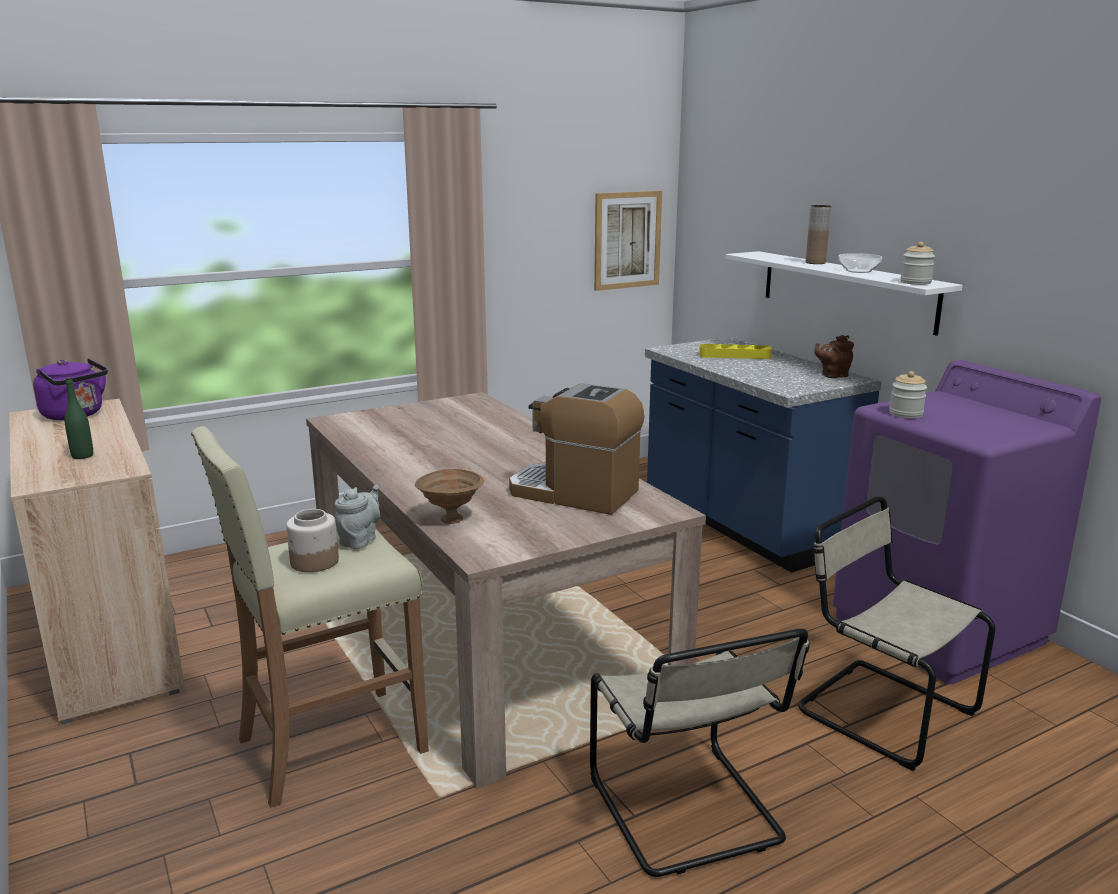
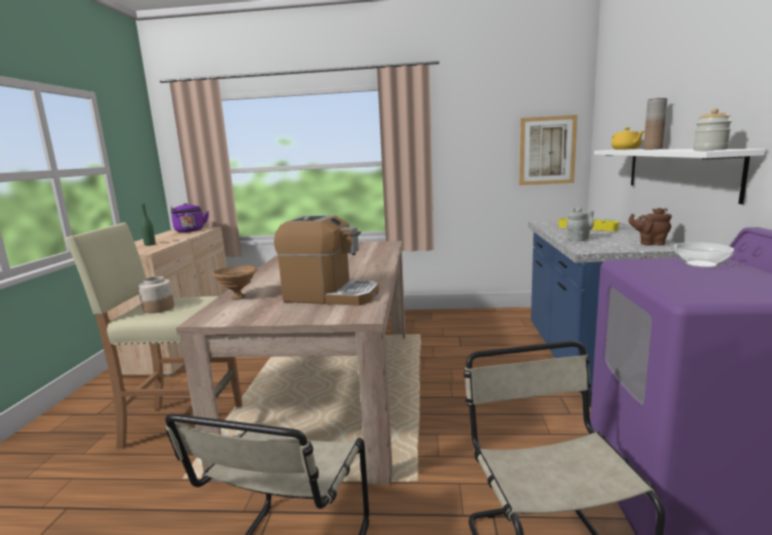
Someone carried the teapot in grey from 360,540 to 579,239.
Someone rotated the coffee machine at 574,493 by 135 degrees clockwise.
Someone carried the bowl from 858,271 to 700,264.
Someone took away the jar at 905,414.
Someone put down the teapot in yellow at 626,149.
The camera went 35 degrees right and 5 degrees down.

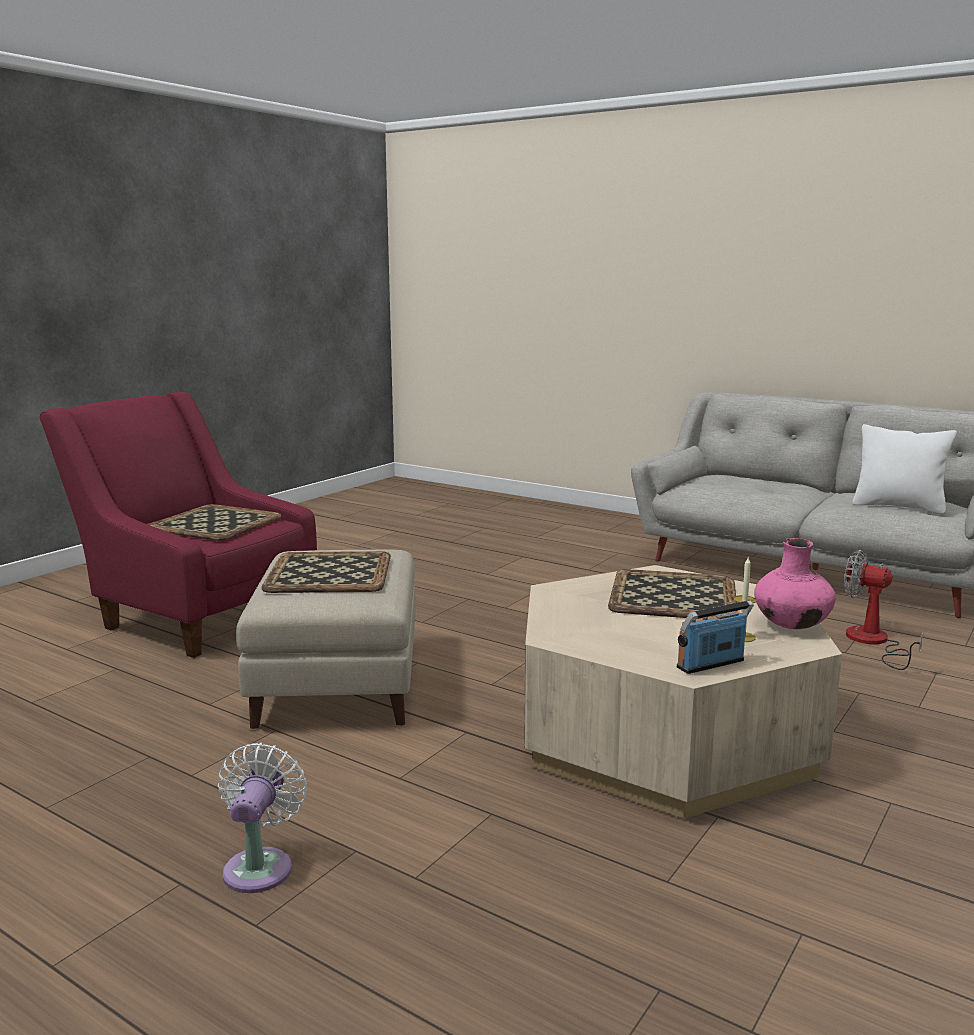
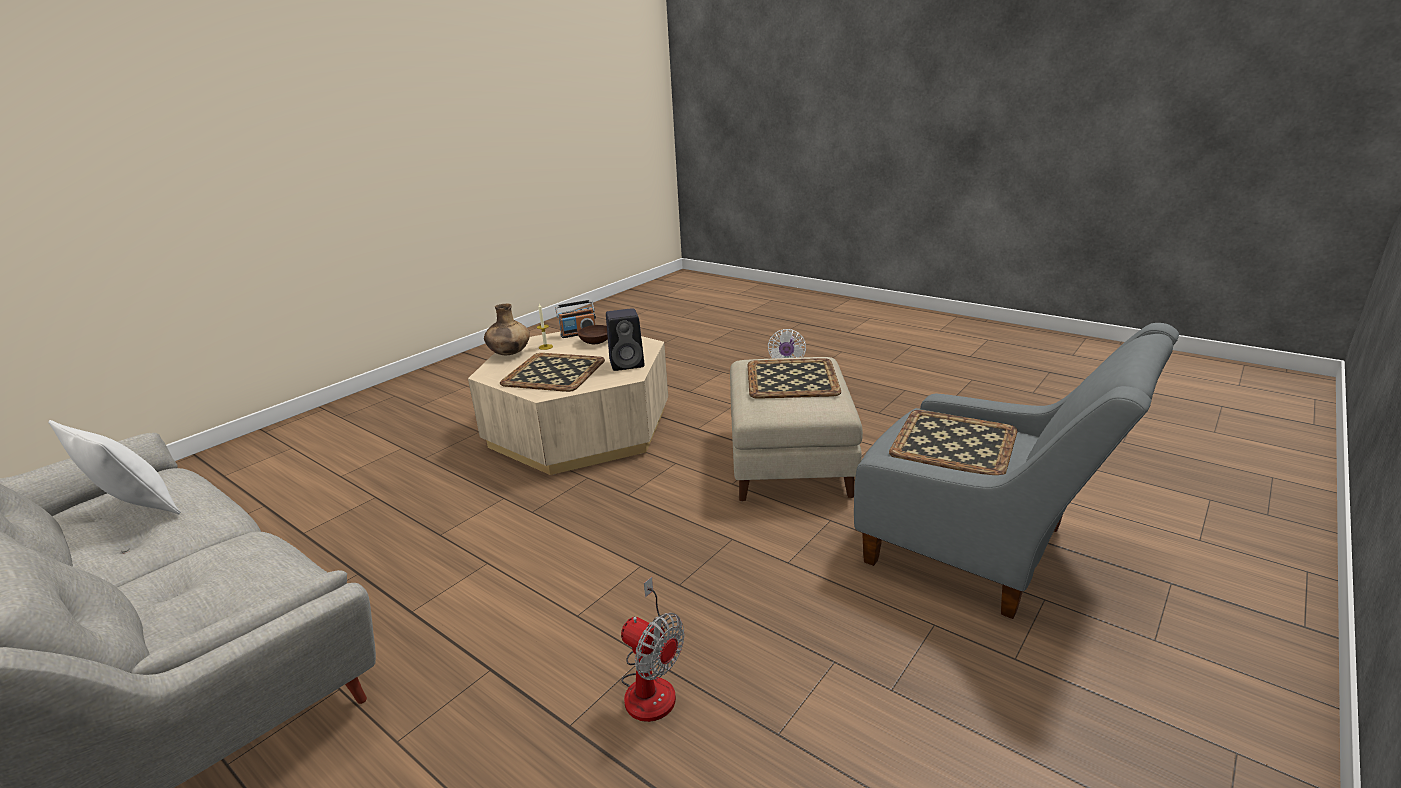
Someone repainted the armchair in red at 197,614, which became the armchair in grey at 984,552.
Someone repainted the vase in pink at 792,626, which became the vase in brown at 509,353.
Someone carried the fan from 873,642 to 651,684.
Someone put down the bowl in brown at 595,342.
Someone put down the speaker in black at 628,363.
The camera went 175 degrees left and 10 degrees up.

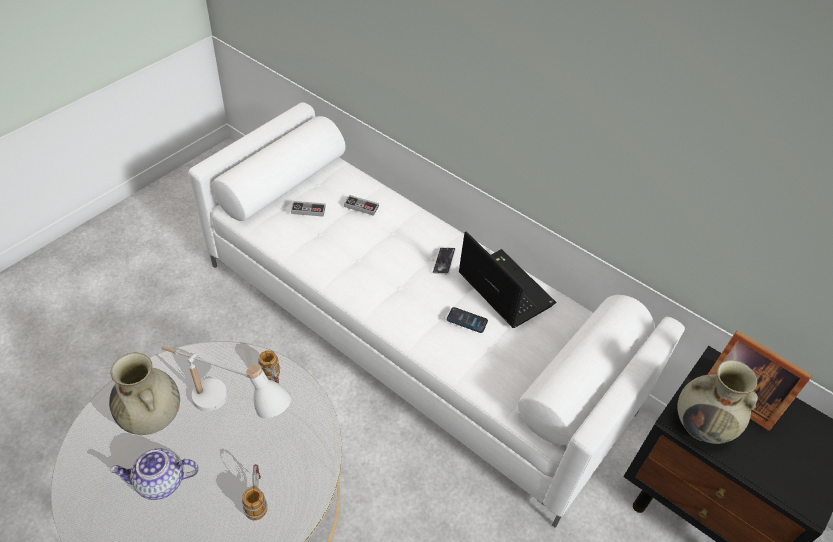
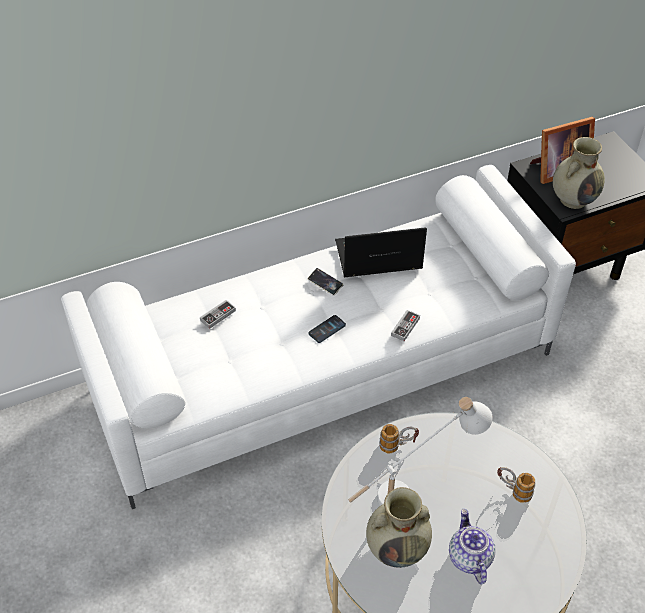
Someone rotated the teapot at 160,482 by 150 degrees clockwise.
Someone carried the game controller from 308,210 to 405,327.
Someone carried the phone from 467,320 to 327,329.
The camera went 60 degrees left and 0 degrees up.

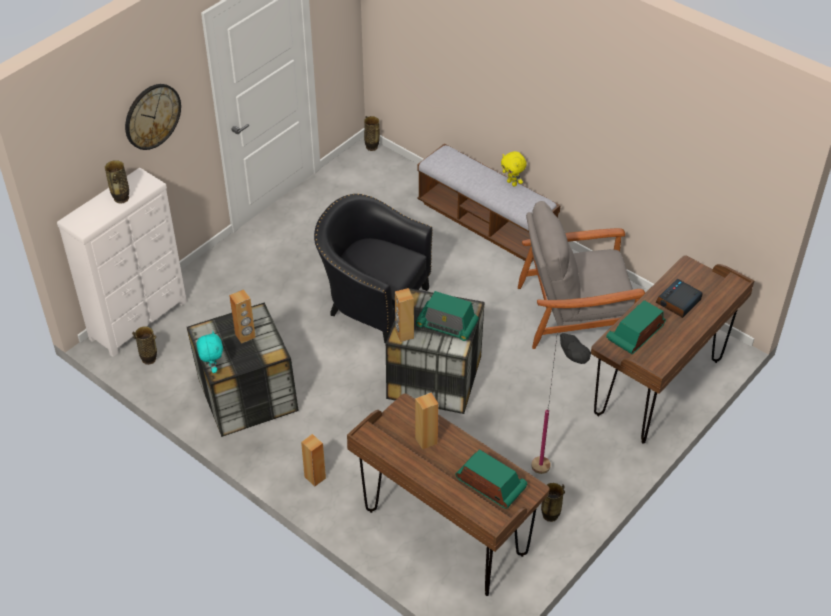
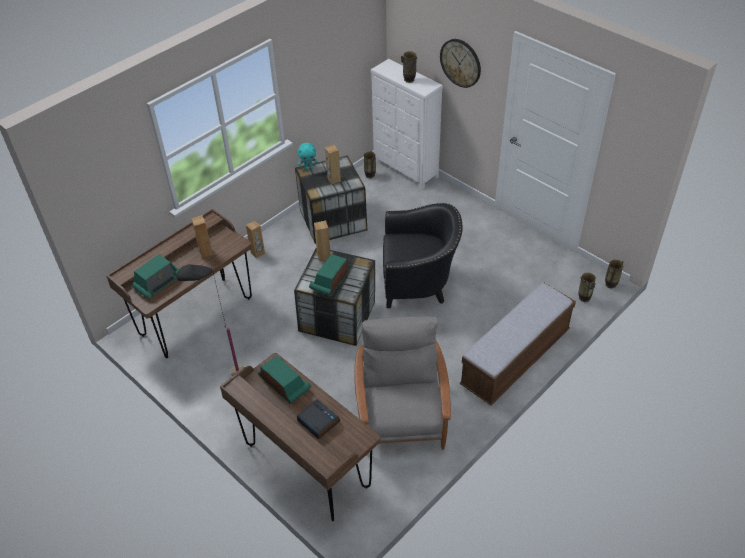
Someone rotated the armchair in black at 372,302 by 60 degrees clockwise.
Someone took away the plush toy in yellow at 512,183.
Someone carried the vase from 550,515 to 584,298.
The camera went 95 degrees right and 0 degrees up.

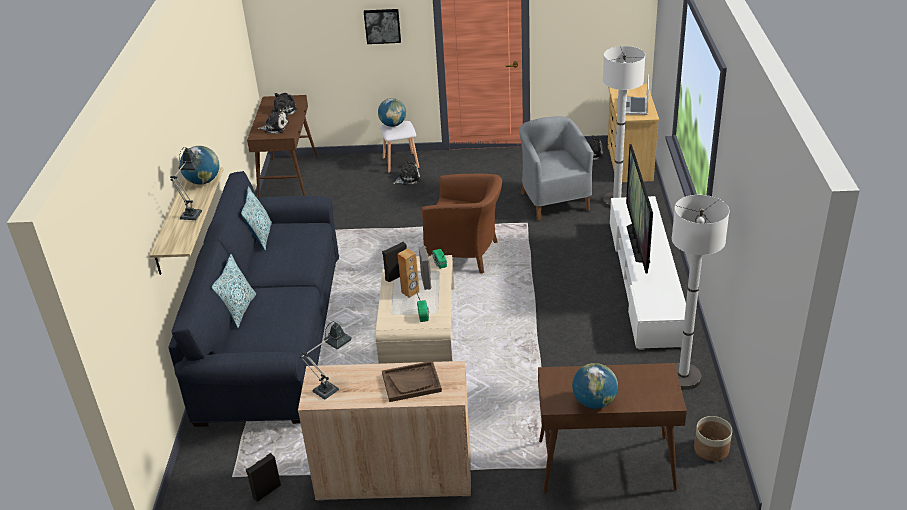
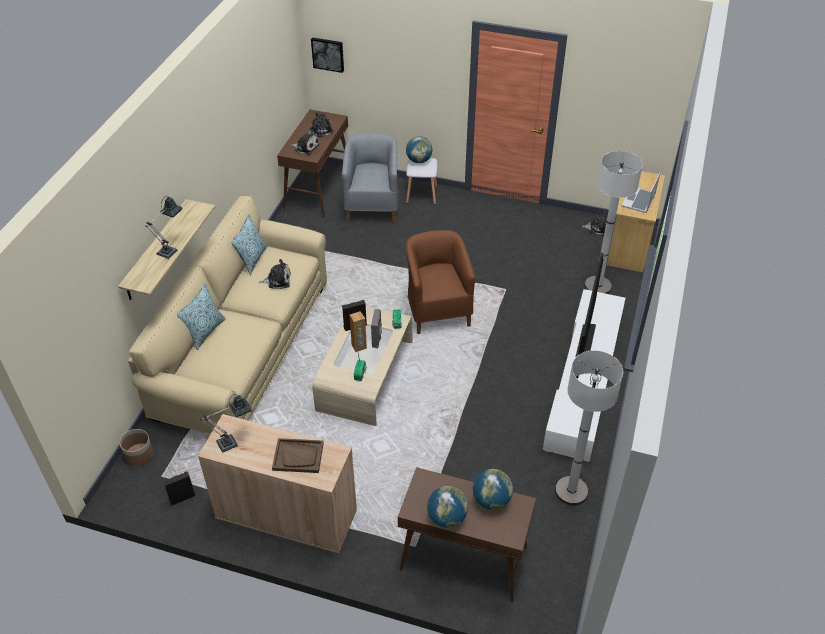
Someone repainted the sofa in blue at 273,335, which became the sofa in beige at 244,348.
Someone carried the globe from 203,181 to 491,500.
Someone carried the picture from 382,25 to 328,54.
Someone carried the plush toy from 408,179 to 277,280.
Someone rotated the armchair in brown at 466,254 by 135 degrees counterclockwise.
Someone carried the armchair in grey from 553,200 to 372,205.
Someone carried the planter from 711,449 to 139,454.
The camera went 15 degrees right and 10 degrees up.

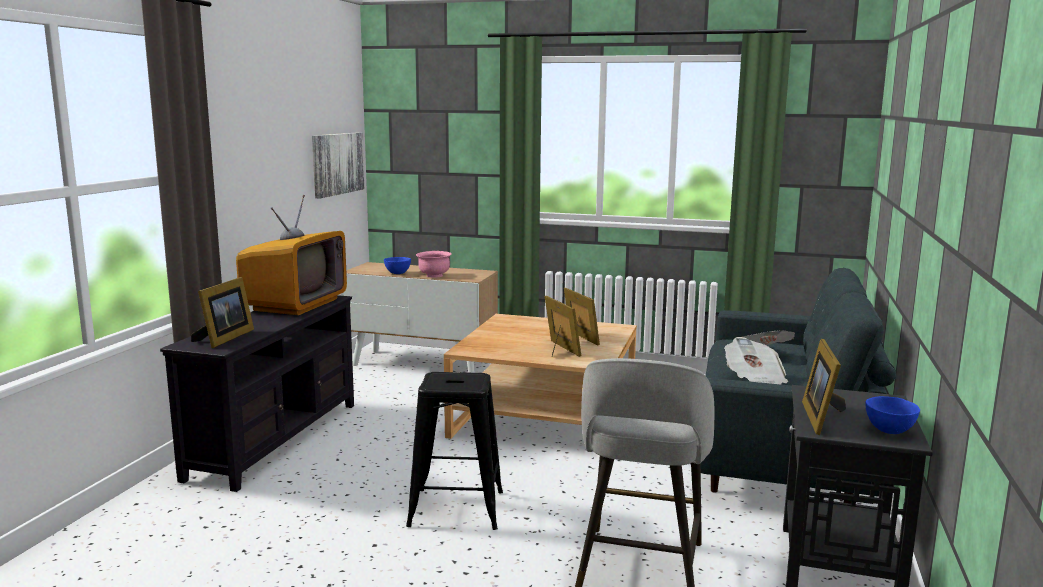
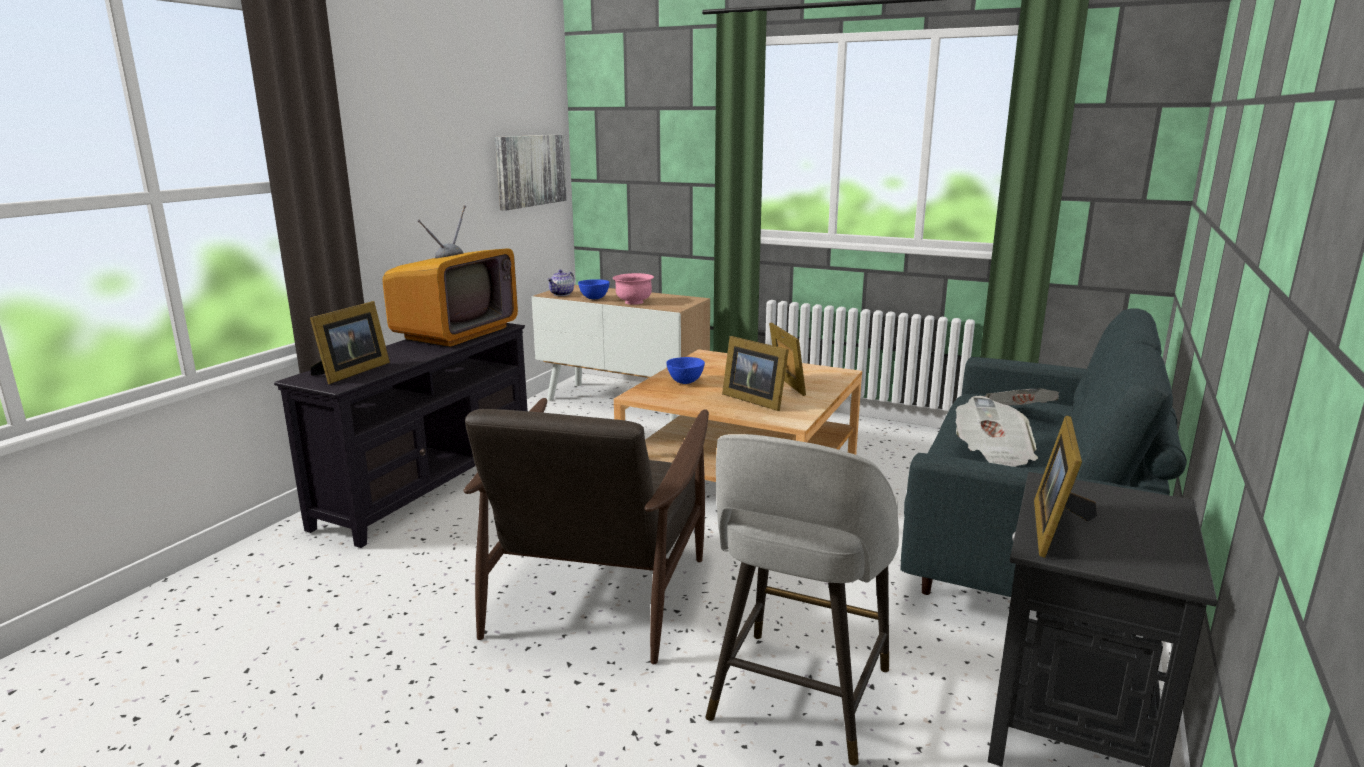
Someone swapped the stool in black at 457,509 for the armchair in brown at 598,591.
Someone rotated the picture frame at 559,350 by 150 degrees clockwise.
Someone carried the bowl in blue from 889,430 to 685,382.
Someone put down the teapot at 562,294.
The camera went 10 degrees right and 5 degrees up.

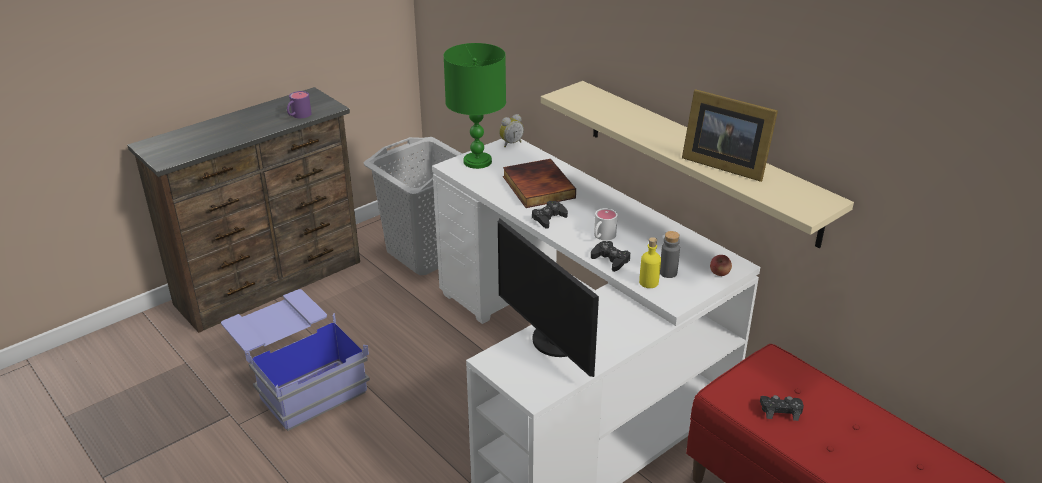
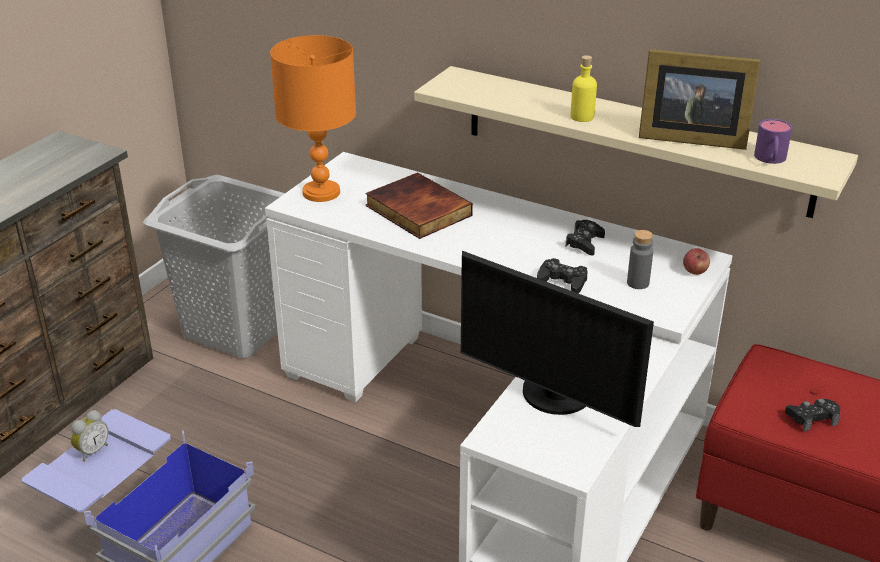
Someone carried the mug in purple from 298,116 to 770,159.
Someone repainted the table lamp in green at 477,161, which became the table lamp in orange at 320,192.
Someone carried the alarm clock from 510,143 to 91,451.
Someone carried the game controller in black from 549,218 to 584,243.
Someone took away the mug in white at 602,236.
Someone carried the bottle in yellow from 648,282 to 582,117.
The camera went 20 degrees left and 0 degrees up.

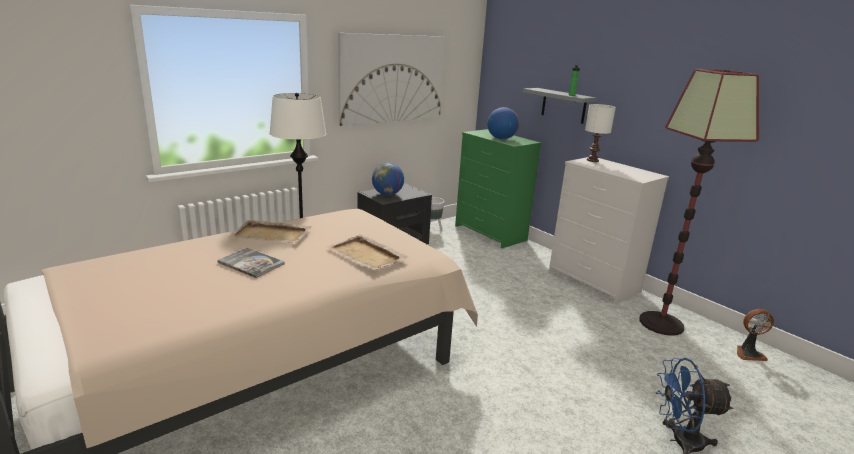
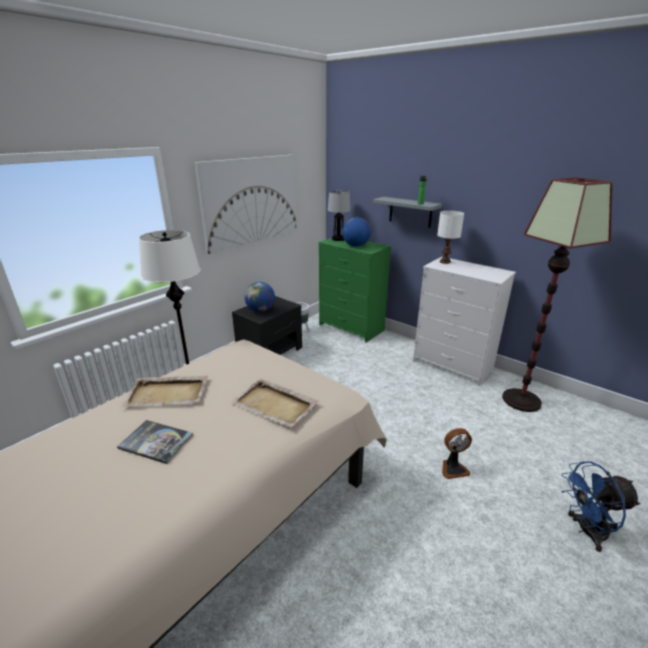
Someone carried the fan from 748,353 to 453,468.
Someone put down the table lamp at 338,239.
The camera went 10 degrees left and 5 degrees up.

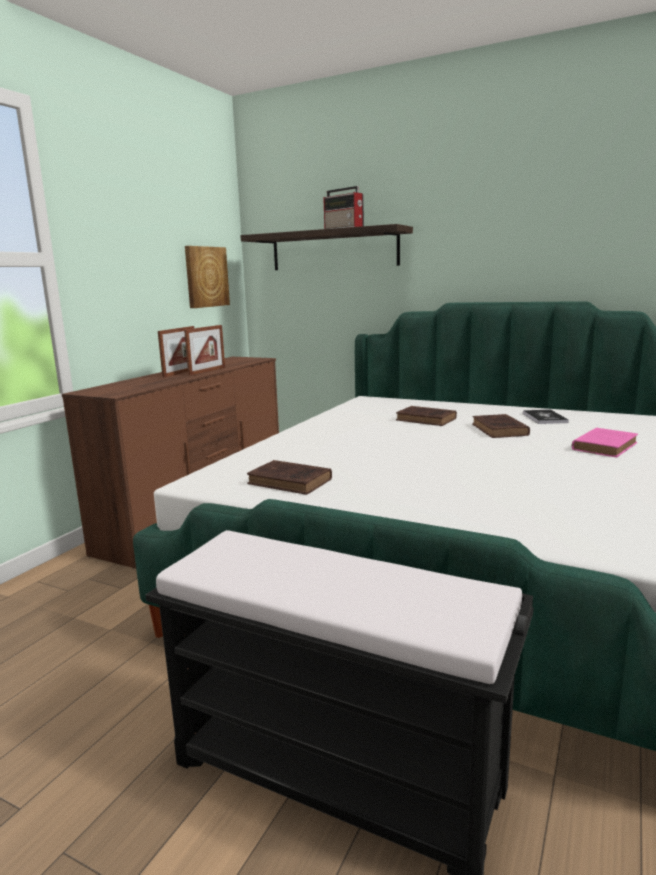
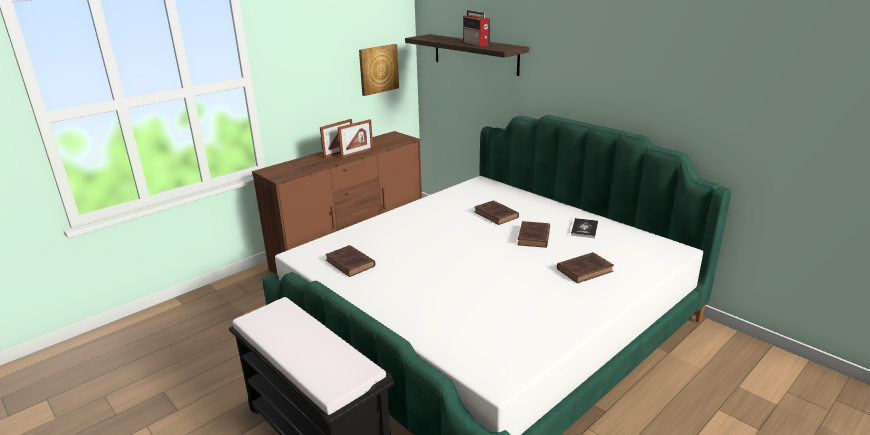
Someone repainted the book in pink at 605,446, which became the book in brown at 585,270.
The camera went 20 degrees right and 10 degrees up.

